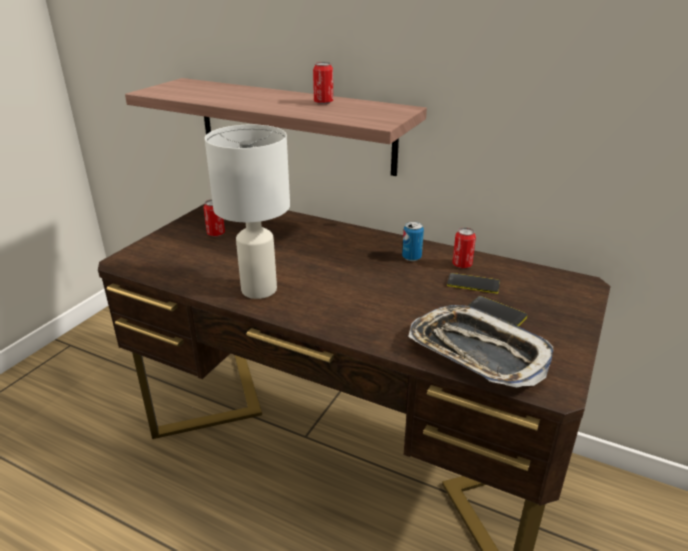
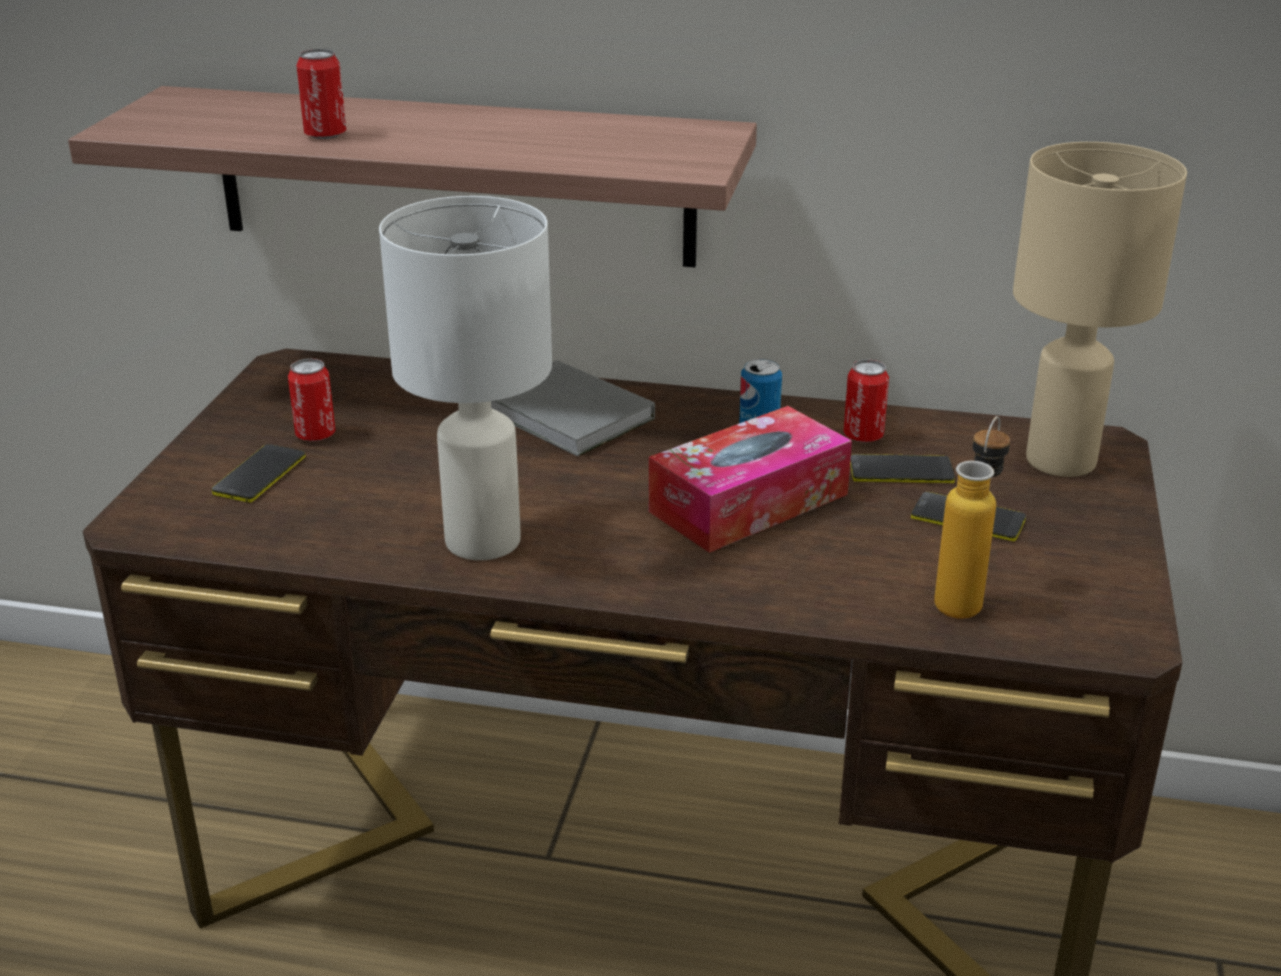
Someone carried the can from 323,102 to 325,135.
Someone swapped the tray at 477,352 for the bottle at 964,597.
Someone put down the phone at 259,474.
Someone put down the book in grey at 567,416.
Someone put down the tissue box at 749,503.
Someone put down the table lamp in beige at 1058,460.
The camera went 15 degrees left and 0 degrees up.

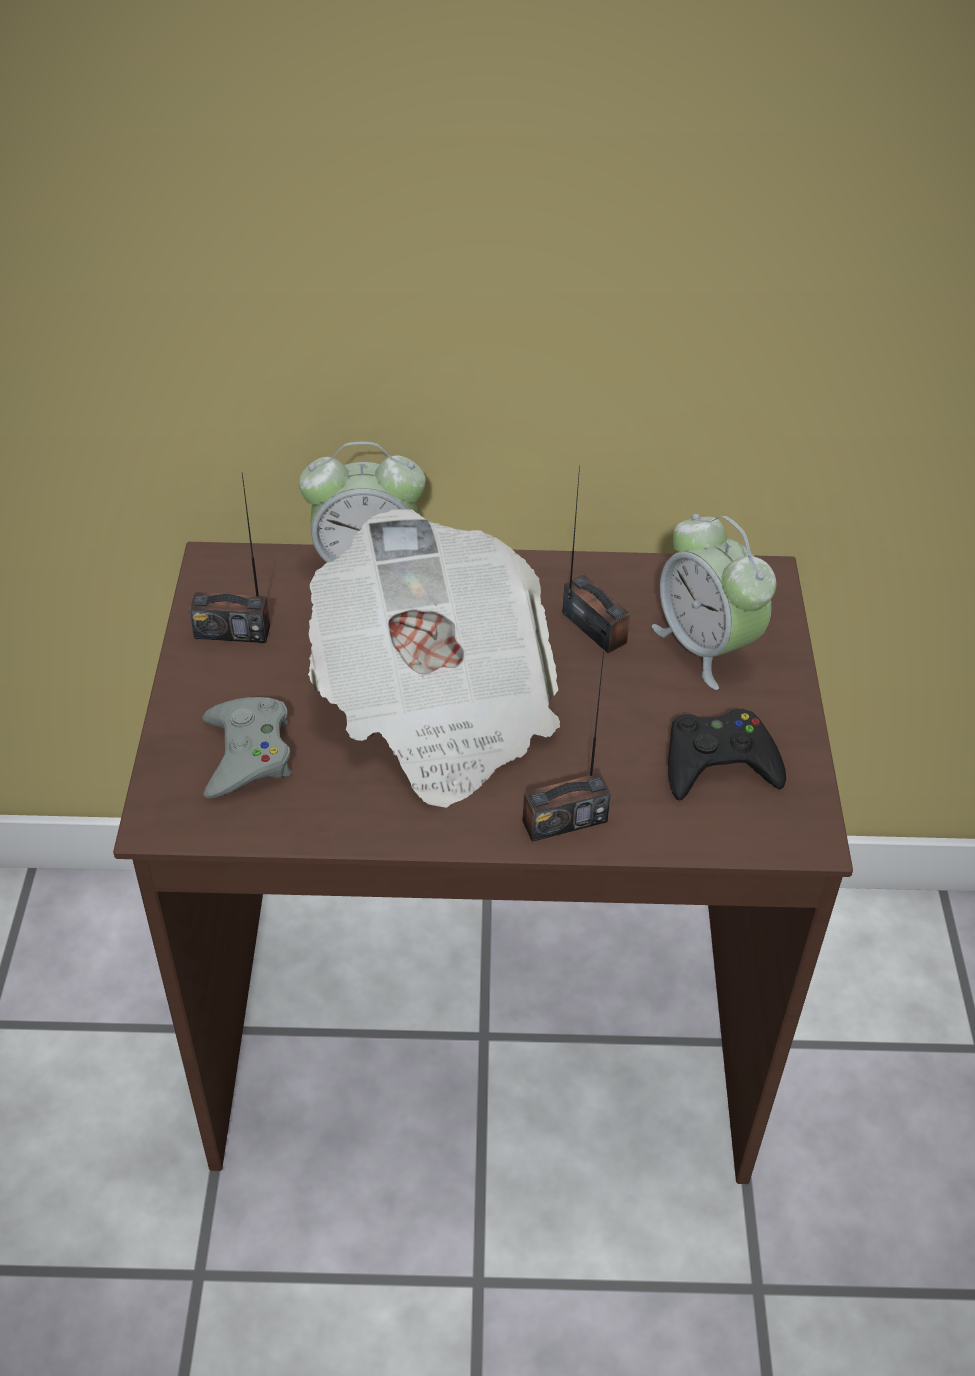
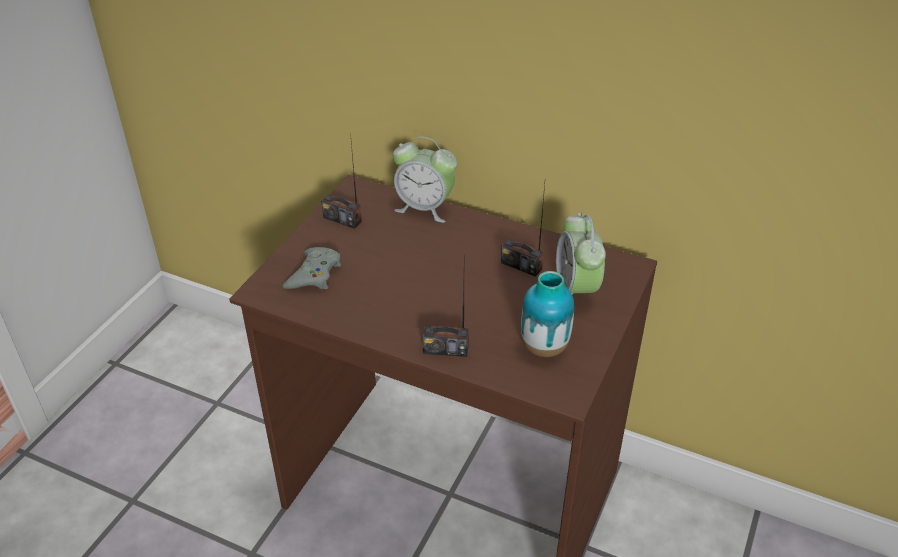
Someone took away the newspaper at 436,706.
Someone rotated the radio at 593,628 by 135 degrees clockwise.
Someone swapped the game controller in black at 718,763 for the vase at 544,347.
The camera went 25 degrees right and 5 degrees down.

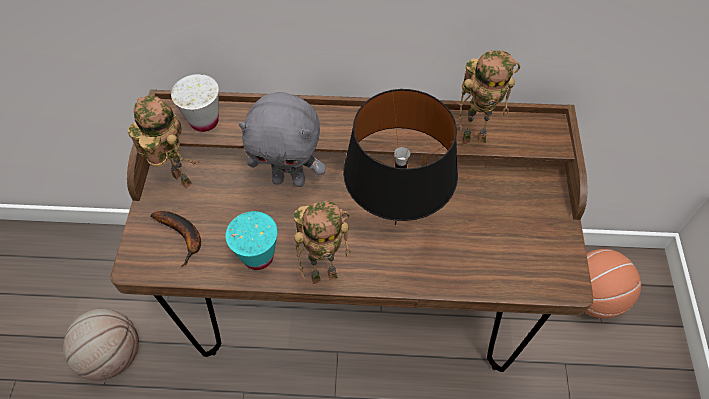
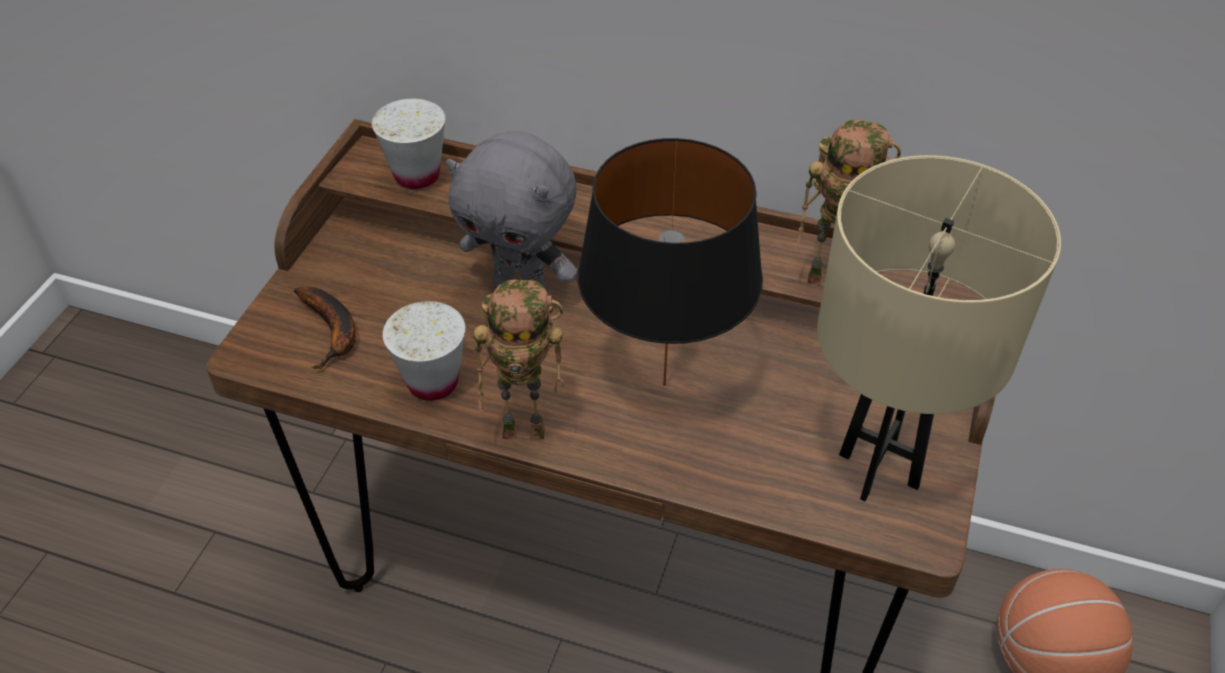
Someone took away the basketball at 112,355.
Someone took away the toy robot at 178,180.
Someone repainted the cup in turquoise at 258,256, which became the cup in white at 433,382.
Someone put down the table lamp in beige at 879,471.
The camera went 15 degrees right and 10 degrees down.

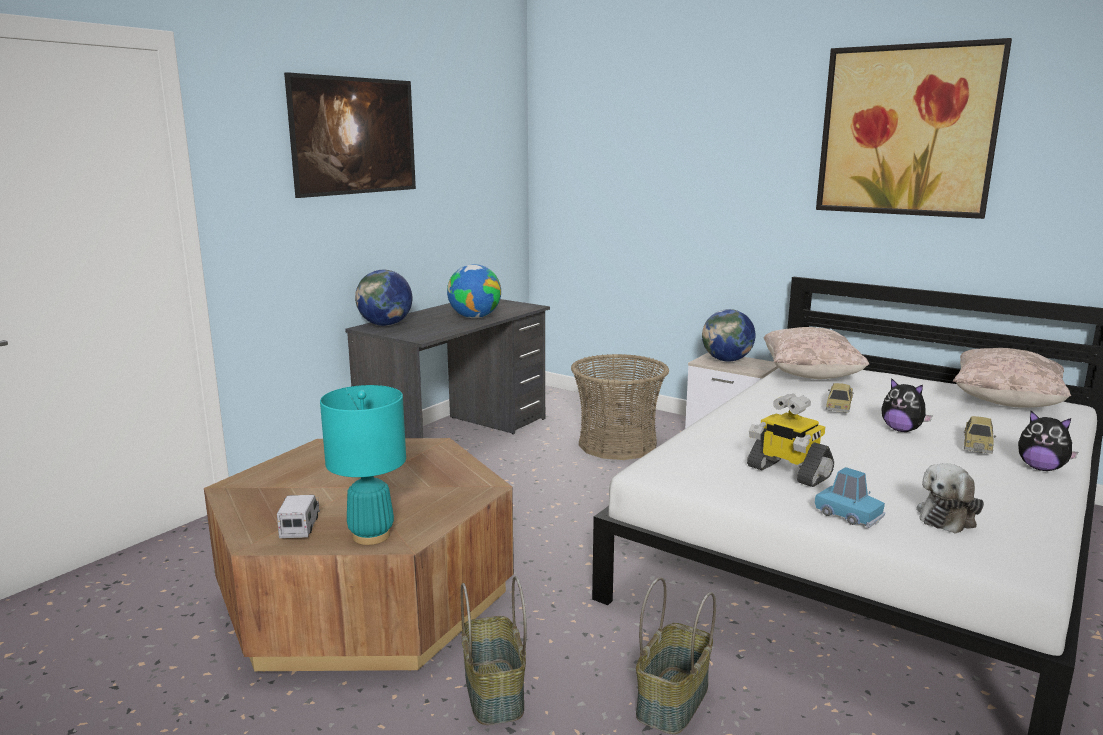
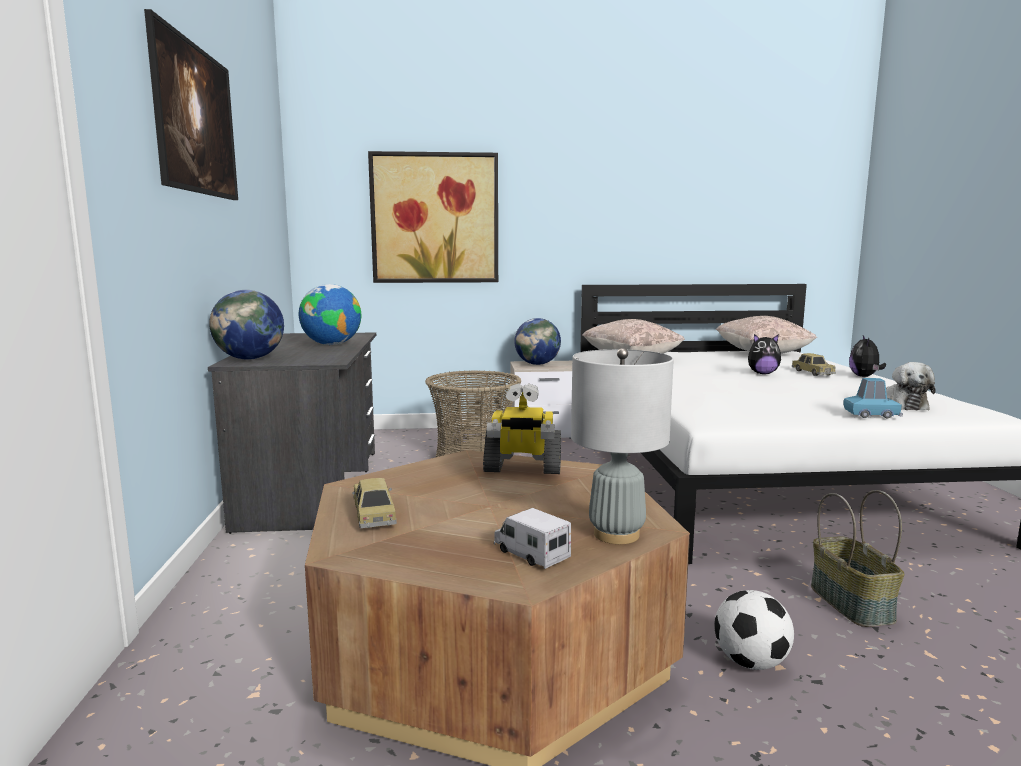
Someone repainted the table lamp in turquoise at 371,535, which became the table lamp in grey at 616,534.
Someone swapped the basket at 492,692 for the football at 750,662.
Someone carried the toy robot from 787,472 to 522,468.
Someone carried the picture from 906,131 to 435,218.
Someone carried the toy car from 839,406 to 374,515.
Someone rotated the plush toy at 1041,468 by 105 degrees clockwise.
The camera went 40 degrees left and 5 degrees down.

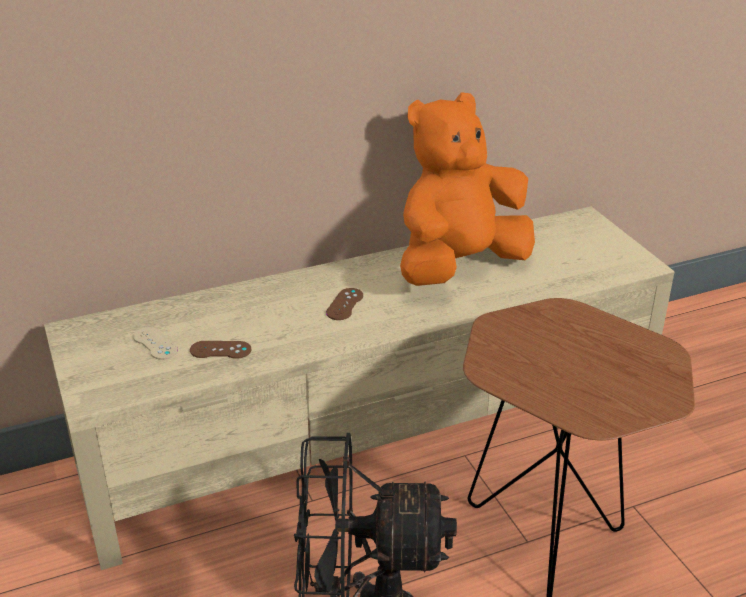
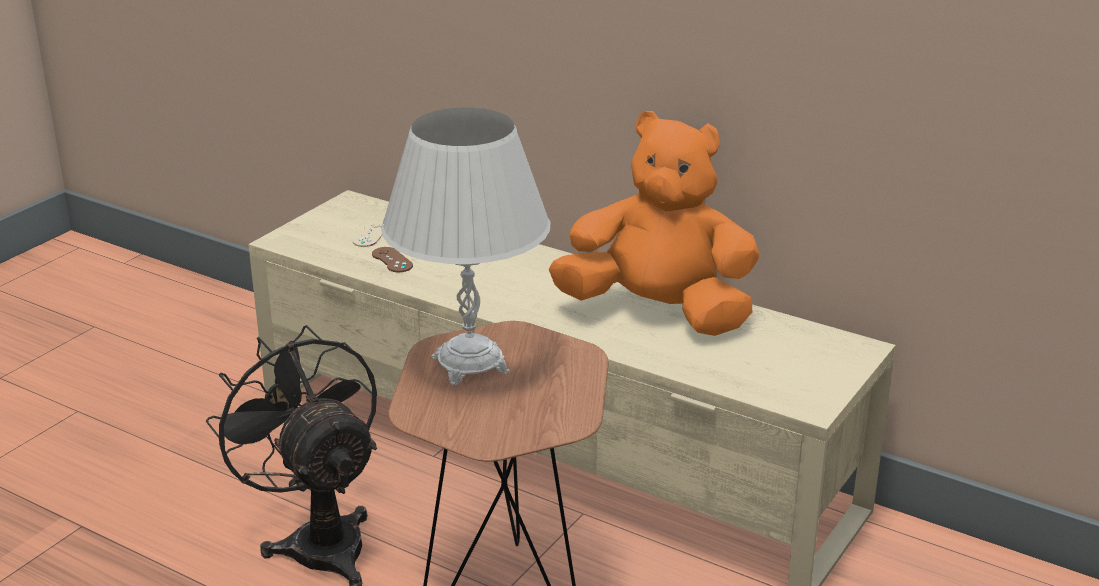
Someone took away the game controller in brown at 345,304.
Someone put down the table lamp in white at 470,364.
The camera went 55 degrees right and 5 degrees down.

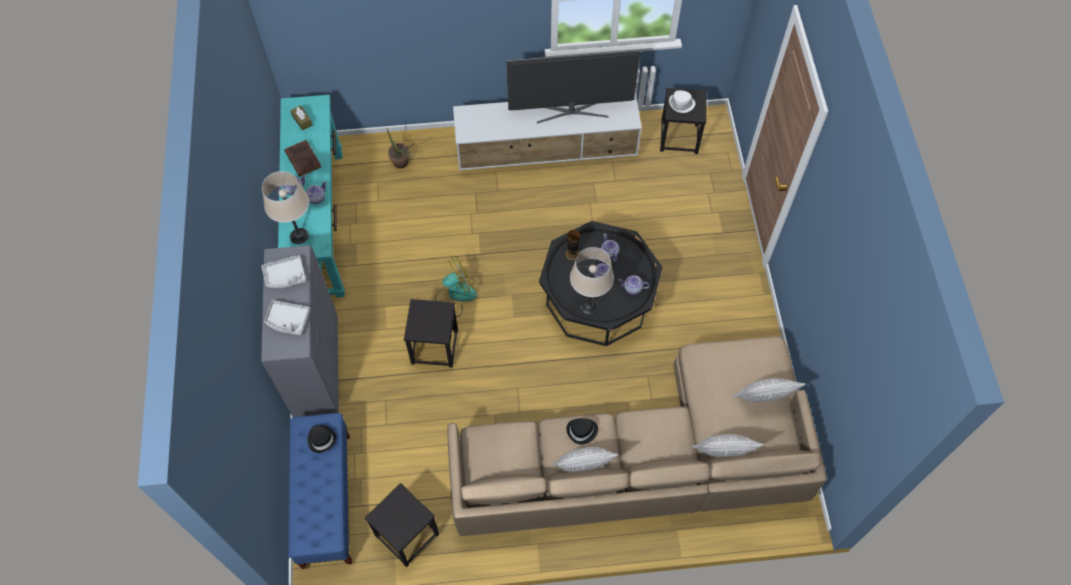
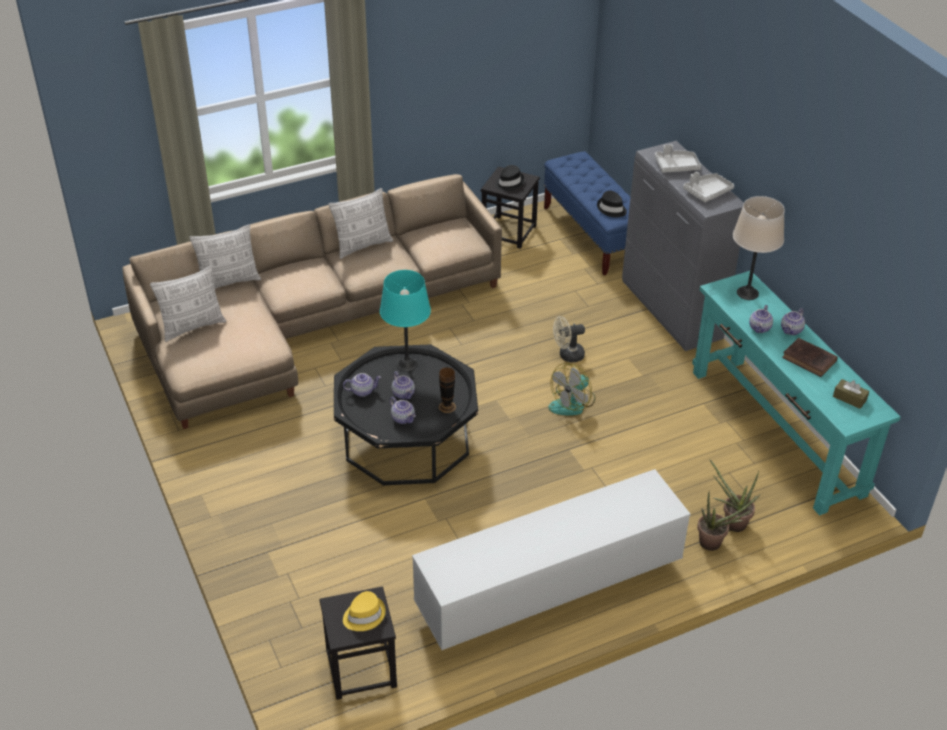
Someone swapped the stool in black at 434,346 for the fan in beige at 567,355.
Someone took away the television at 571,110.
Someone carried the hat in black from 582,431 to 509,183.
Someone repainted the table lamp in beige at 589,306, which became the table lamp in turquoise at 407,364.
Someone repainted the hat in white at 681,104, which became the hat in yellow at 364,615.
Someone put down the potted plant at 715,543.
The camera went 160 degrees right and 20 degrees down.

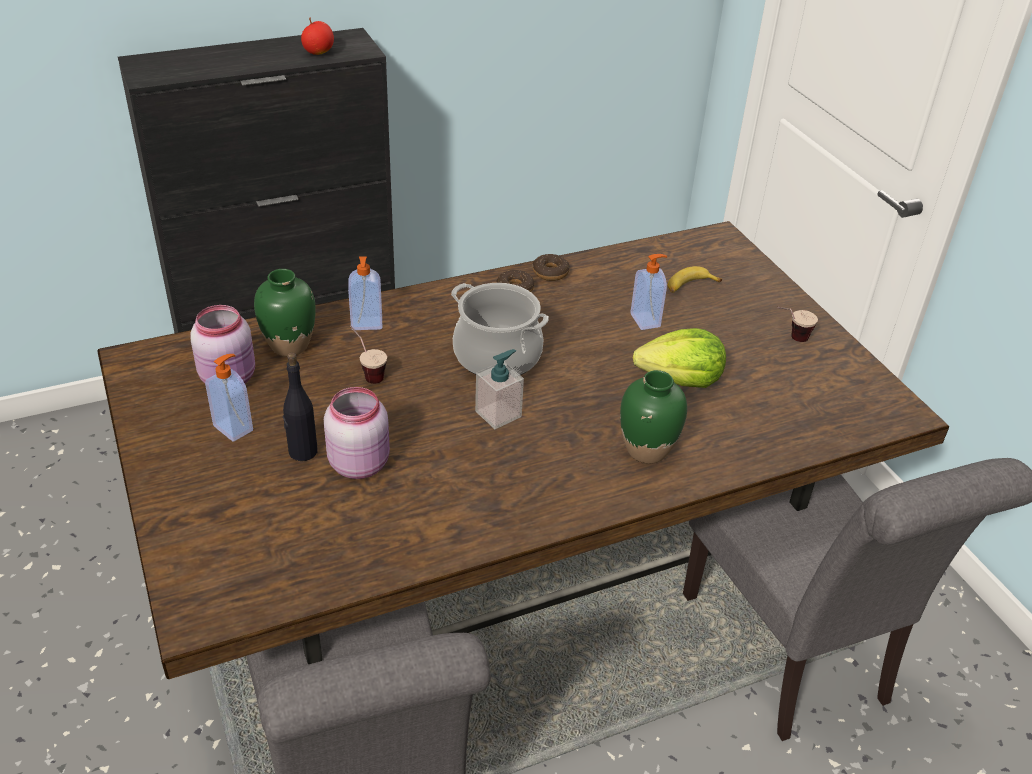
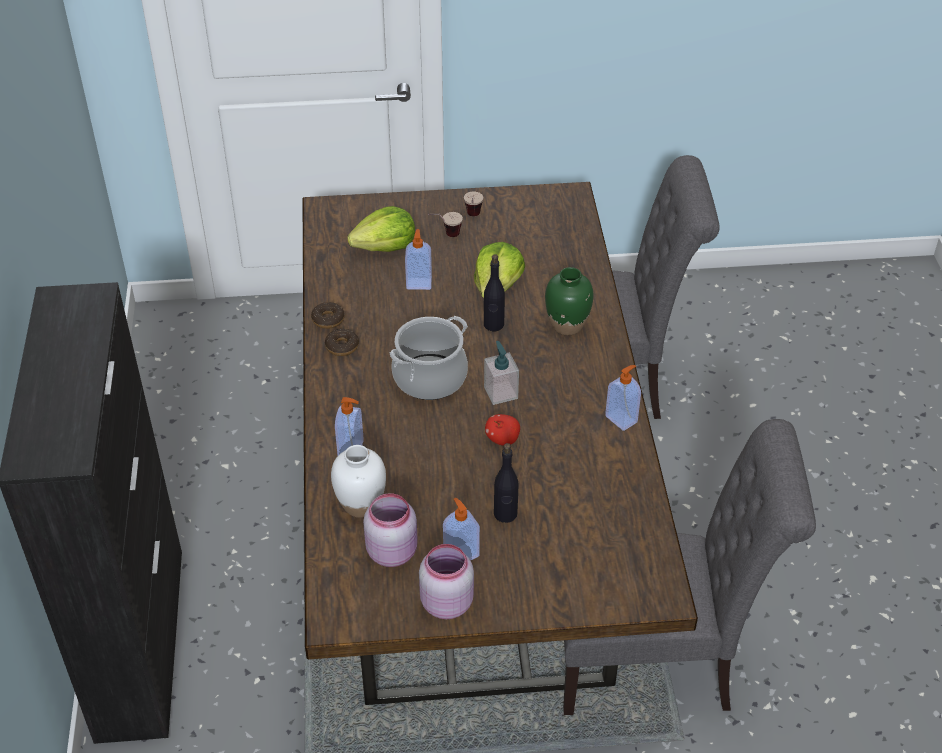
Someone repainted the vase in green at 289,345, which became the vase in white at 360,505.
Someone carried the apple from 318,53 to 502,440.
Someone carried the jar in pink from 360,463 to 445,602.
Someone carried the cup from 367,373 to 445,235.
Someone swapped the banana at 689,286 for the lettuce at 385,247.
Someone put down the bottle in black at 493,325.
Someone put down the soap dispenser at 622,419.
The camera went 70 degrees left and 5 degrees up.

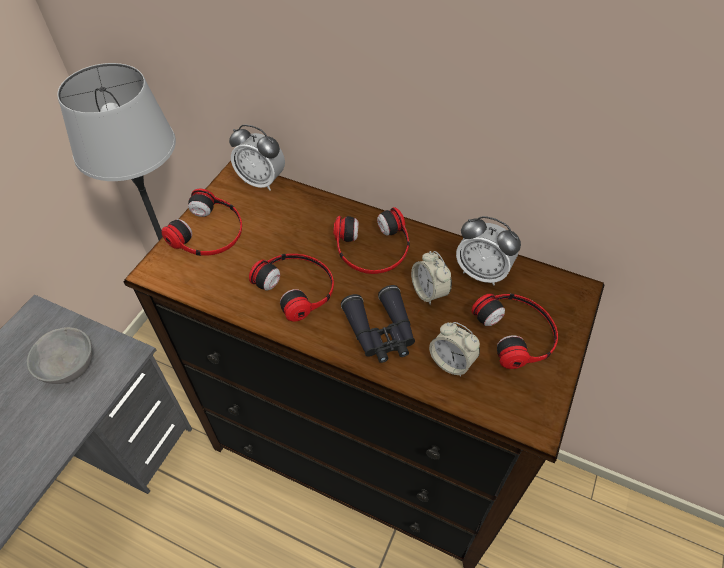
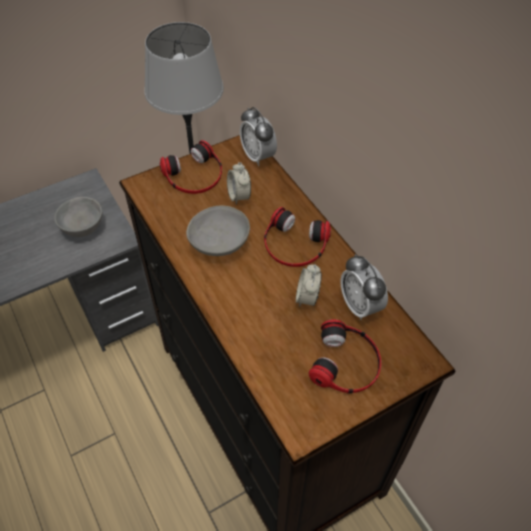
Someone swapped the headphones at 297,287 for the bowl in grey at 220,243.
Someone took away the binoculars in black at 381,332.
Someone carried the alarm clock from 451,362 to 239,196.
The camera went 35 degrees right and 0 degrees up.

